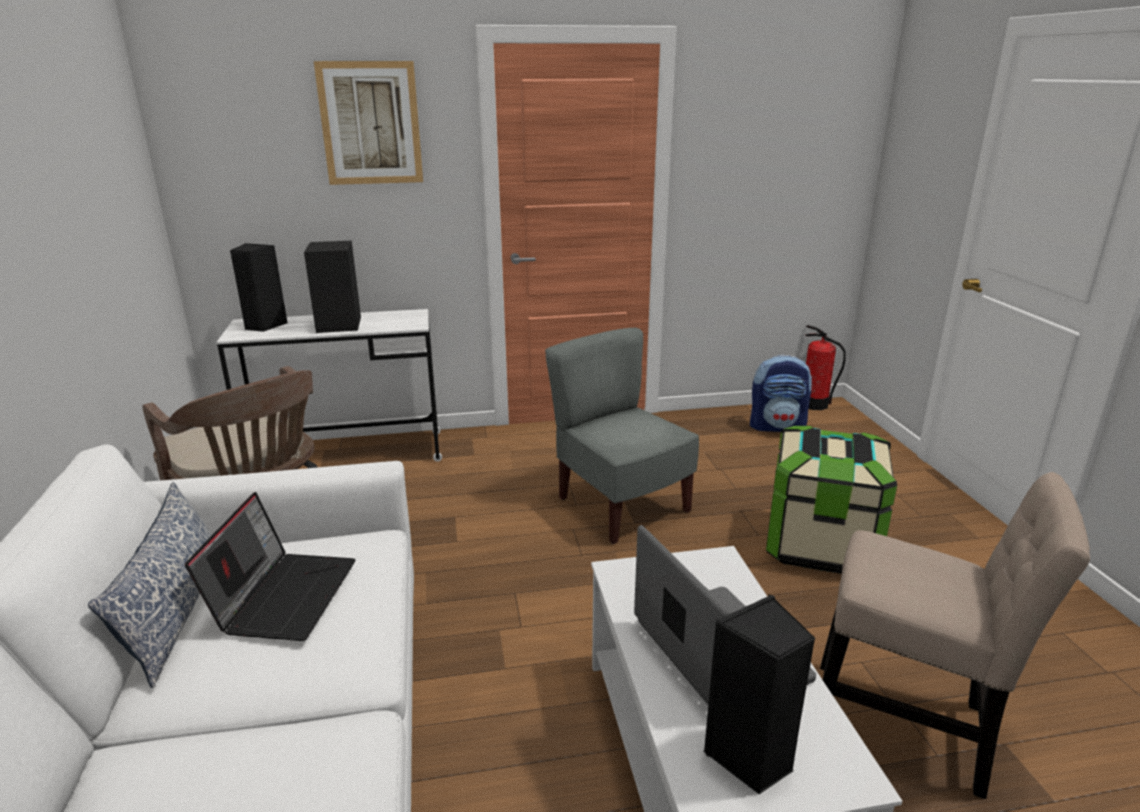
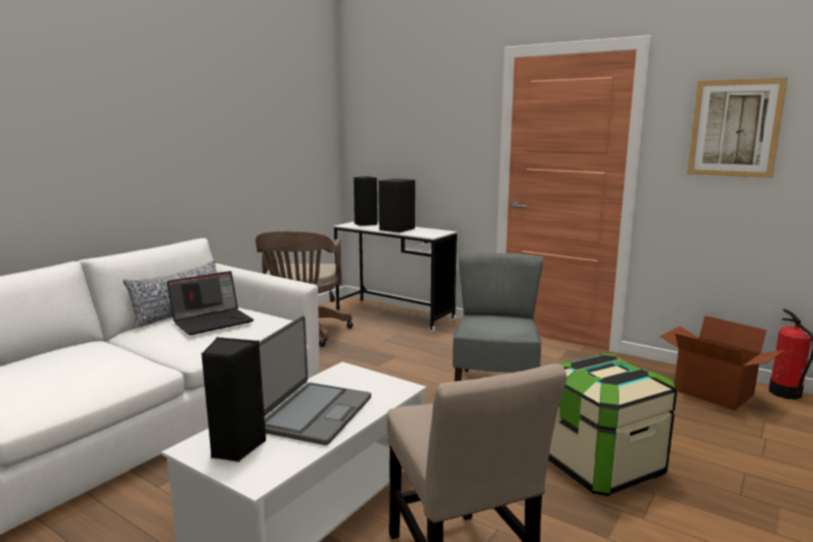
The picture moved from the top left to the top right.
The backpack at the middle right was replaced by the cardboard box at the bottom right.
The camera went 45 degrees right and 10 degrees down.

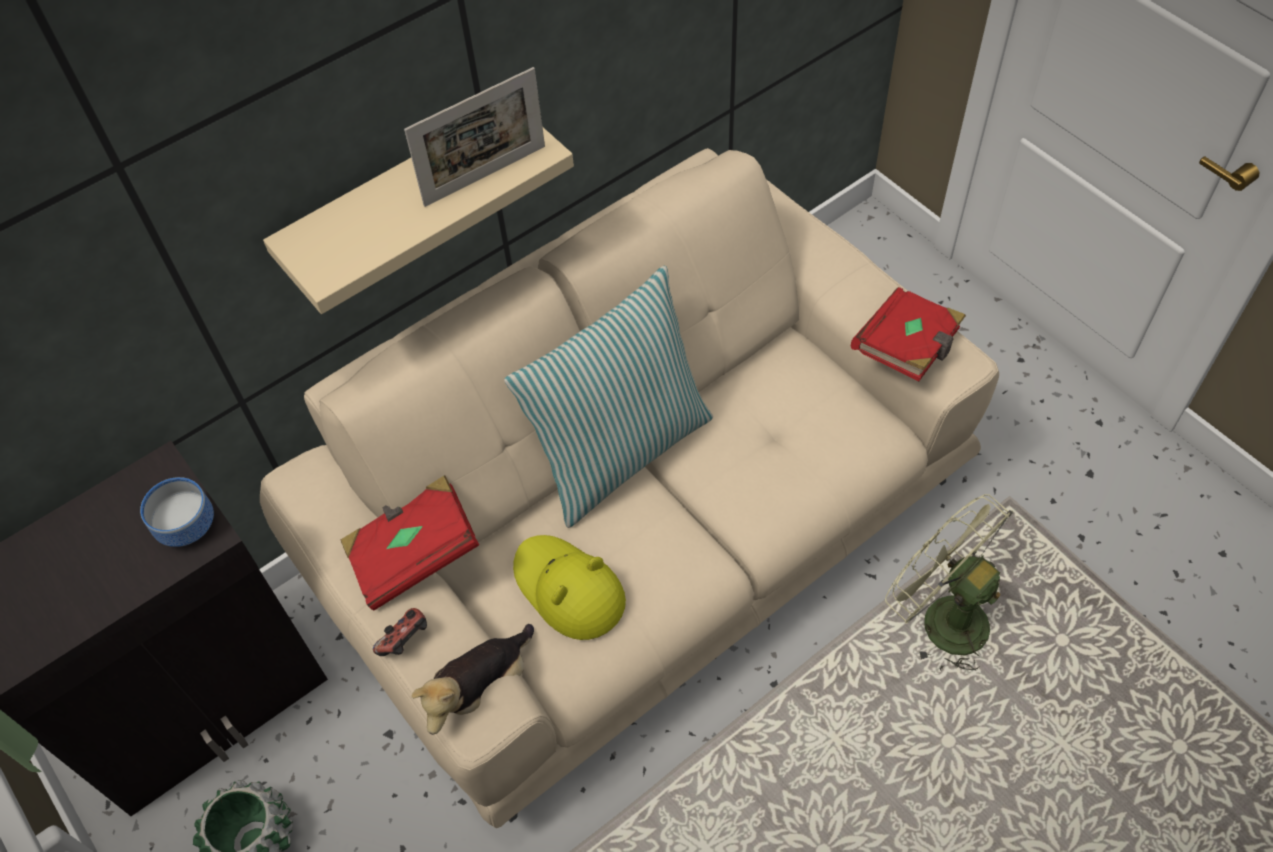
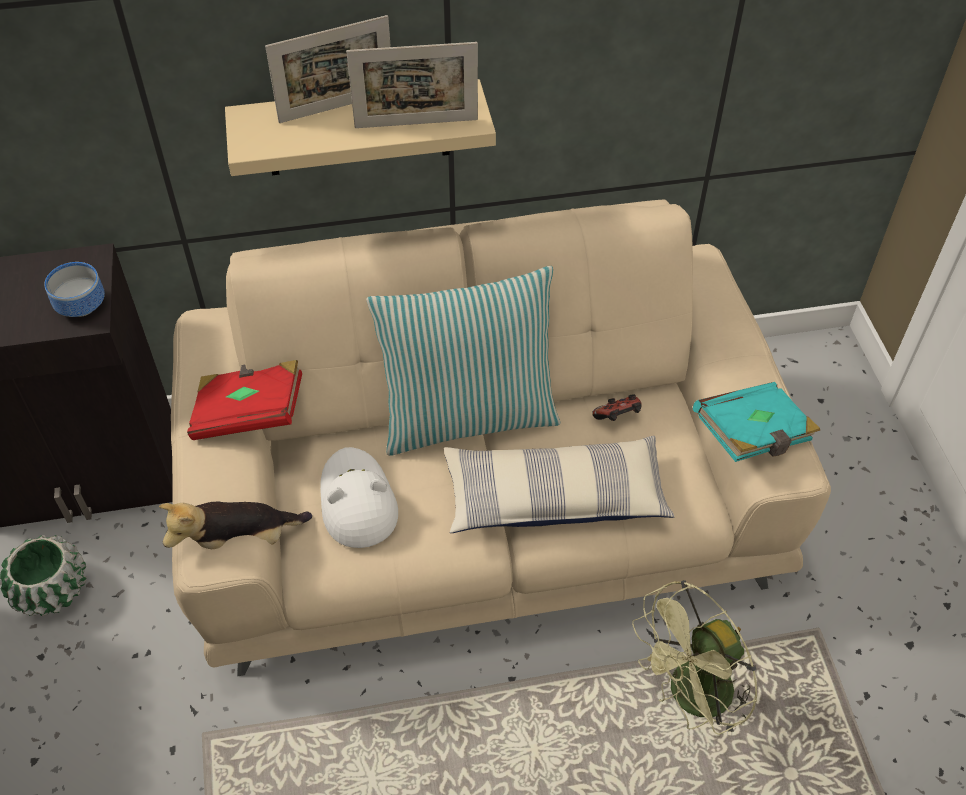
The photo frame (1st from left) at the top centre appeared.
The throw pillow (2nd from left) at the centre appeared.
The game controller moved from the bottom left to the centre.
The clothing hat/yellowish at the bottom centre became the clothing hat/white at the centre.
The bound book/red-coloured (2nd from left) at the middle right became the bound book/turquoise at the middle right.
The electric fan/greenish at the bottom right turned 105 degrees counterclockwise.
The camera went 25 degrees right and 5 degrees down.

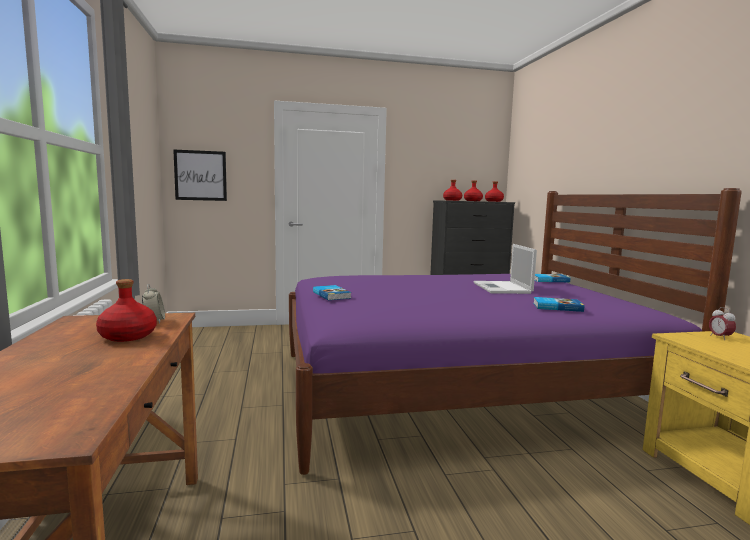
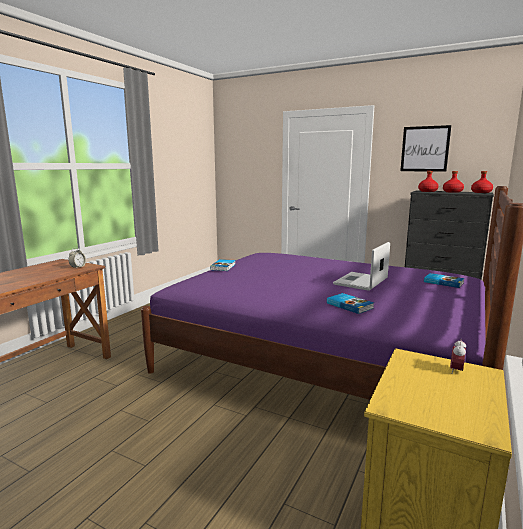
The bottle/red-coloured (1st from left) at the middle left disappeared.
The picture moved from the top left to the top right.
The camera went 40 degrees right and 5 degrees up.

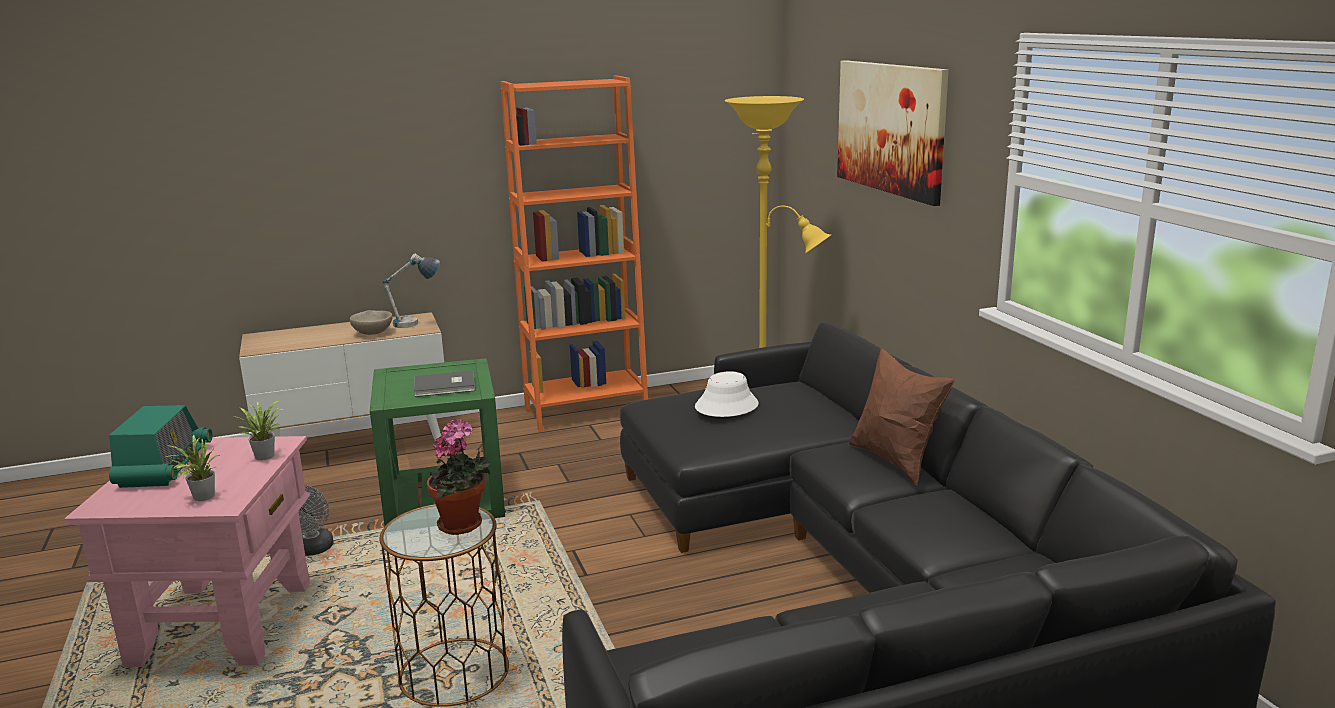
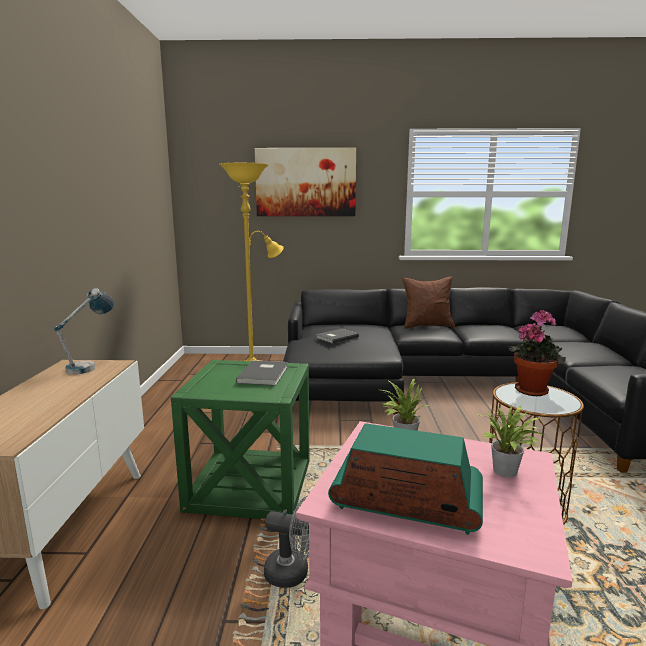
The bowl/beige-coloured at the middle left disappeared.
The bookcase/orange-coloured at the centre disappeared.
The clothing hat/white at the centre was replaced by the bound book/gray (2nd from left) at the centre.
The camera went 70 degrees left and 5 degrees down.

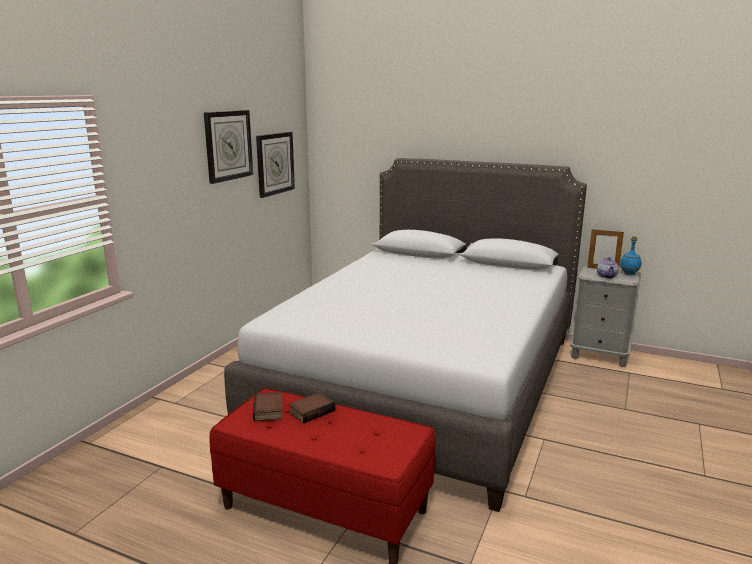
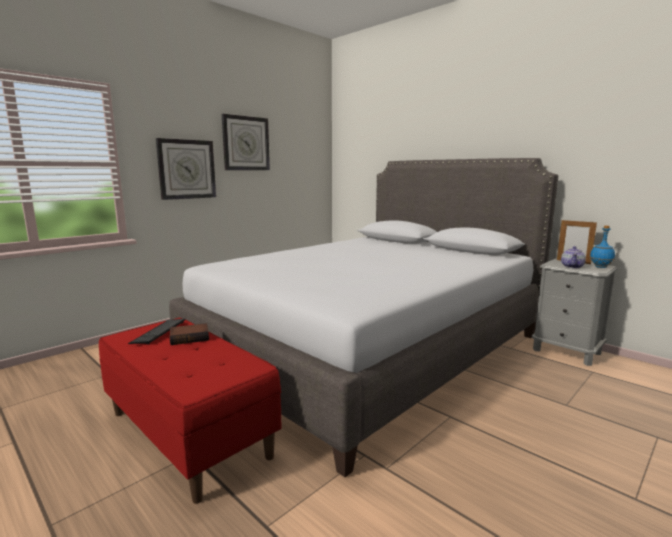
The clock on the wall (2nd from left in the first image) moved from the top centre to the top left.
The bound book (1st from left) at the bottom centre was replaced by the computer keyboard at the middle left.
The camera went 20 degrees right and 5 degrees down.

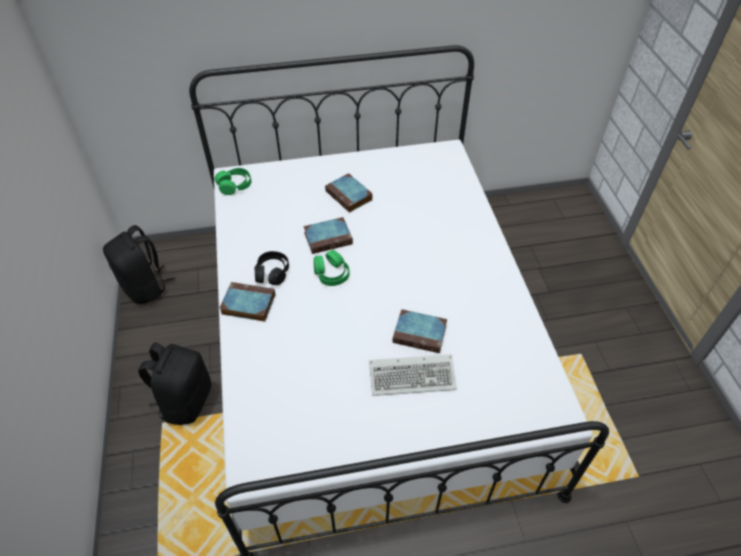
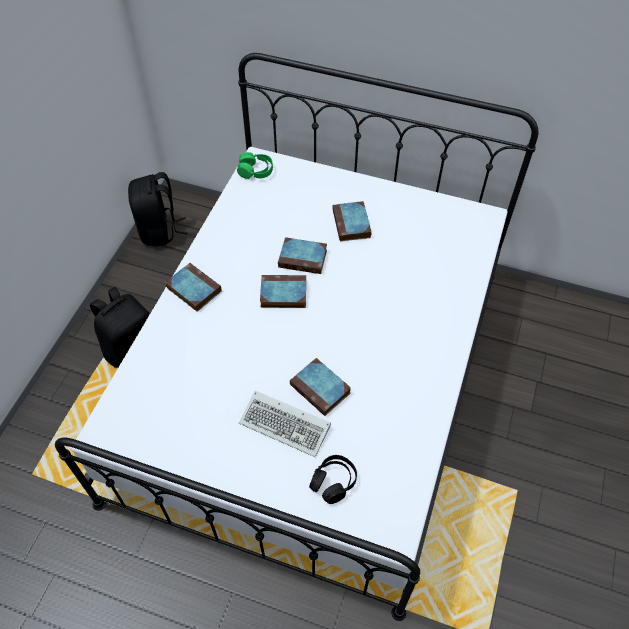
The headset/black-coloured moved from the centre to the bottom centre.
The headset/greenish (2nd from left) at the centre was replaced by the bound book (2nd from left) at the centre.
The camera went 30 degrees right and 5 degrees up.

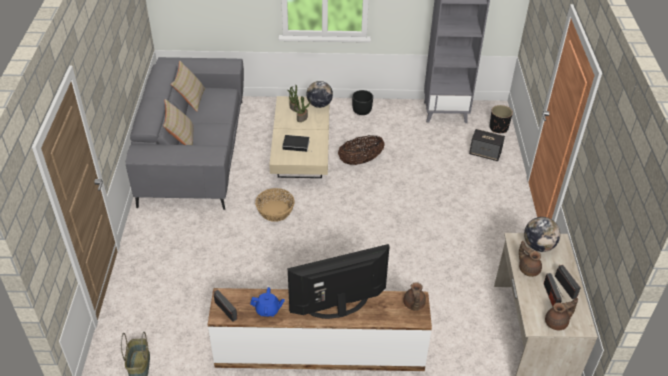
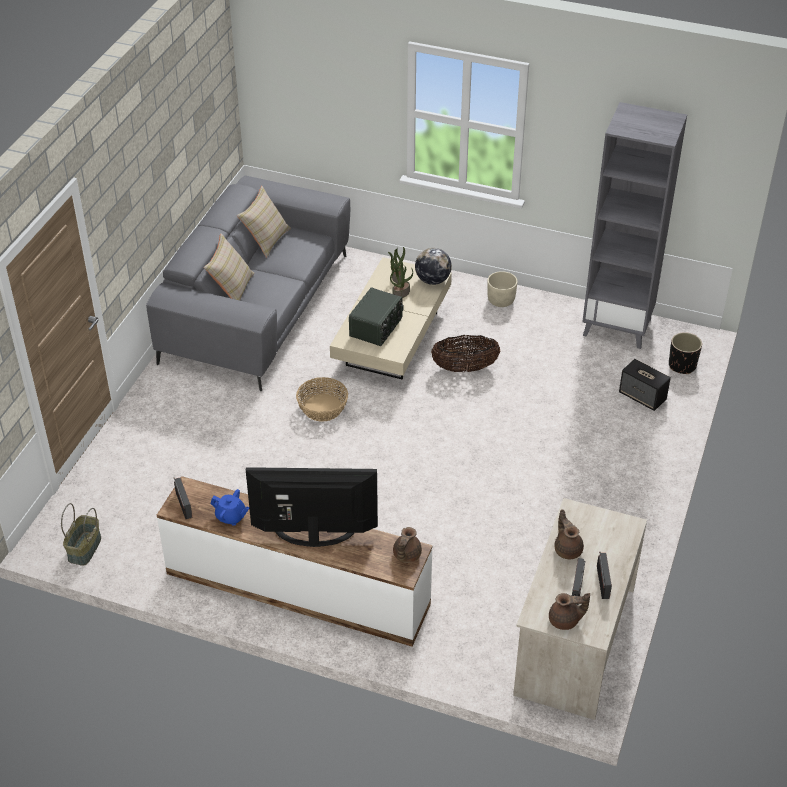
The desk globe (2nd from left) at the middle right disappeared.
The bound book at the centre was replaced by the radio receiver (2nd from left) at the centre.
The planter/black-coloured (1st from left) at the top centre became the planter/beige-coloured at the centre.
The camera went 20 degrees right and 0 degrees up.

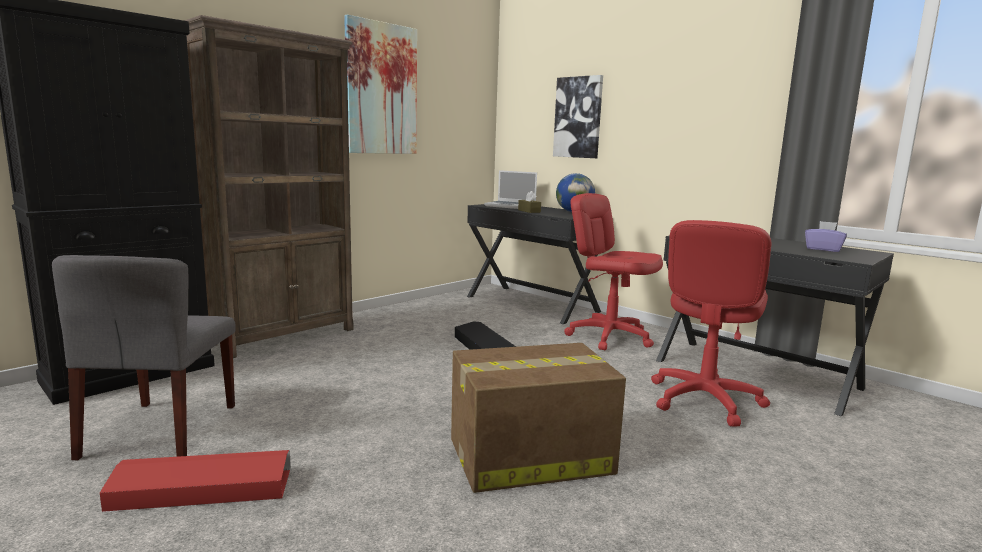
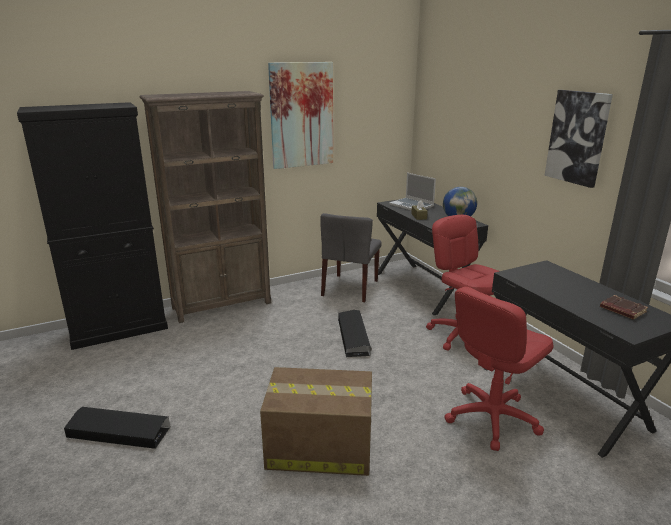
The upright chair/gray moved from the middle left to the centre.
The picture (2nd from left) moved from the top centre to the top right.
The box of tissues/purplish at the middle right was replaced by the bound book/brownish at the middle right.
The storage bin/red-coloured at the bottom left became the storage bin/black-coloured (1st from left) at the bottom left.
The camera went 20 degrees right and 10 degrees up.

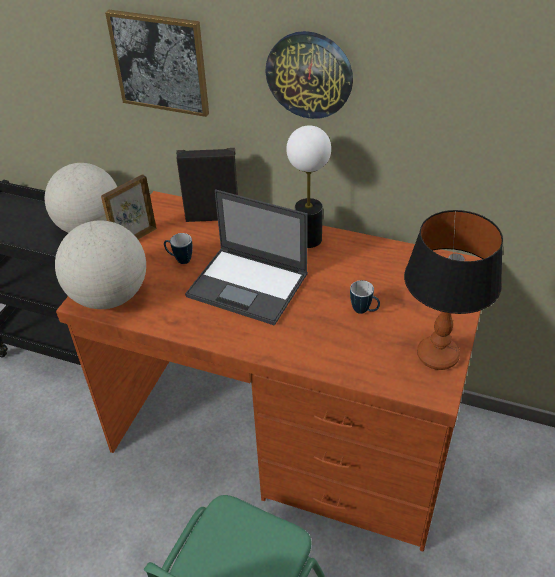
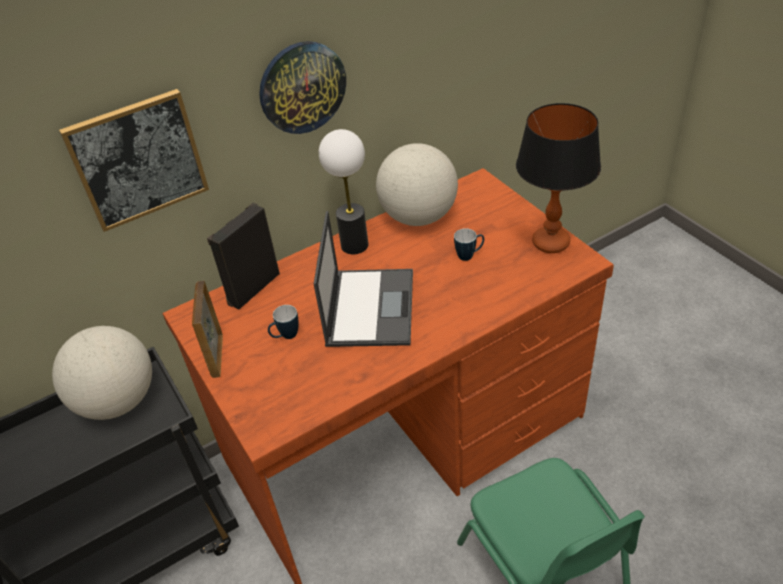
The desk globe (2nd from left) moved from the middle left to the top centre.
The notebook computer at the centre turned 60 degrees counterclockwise.
The camera went 50 degrees left and 0 degrees up.

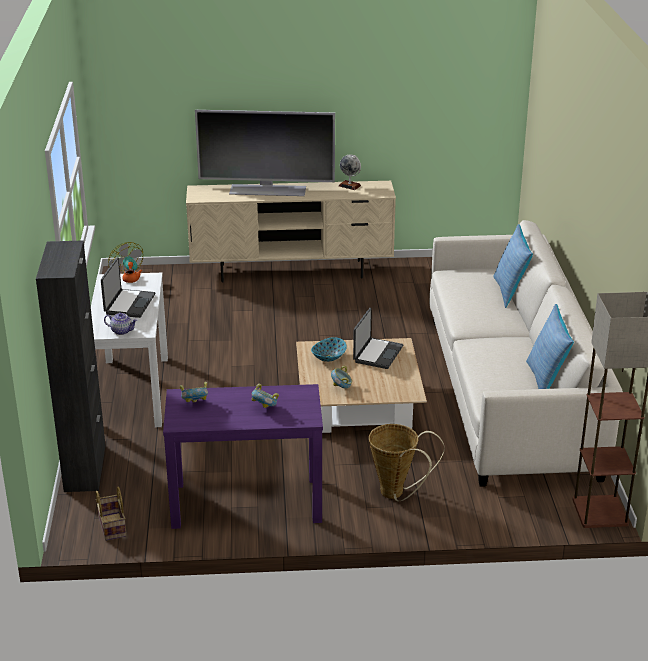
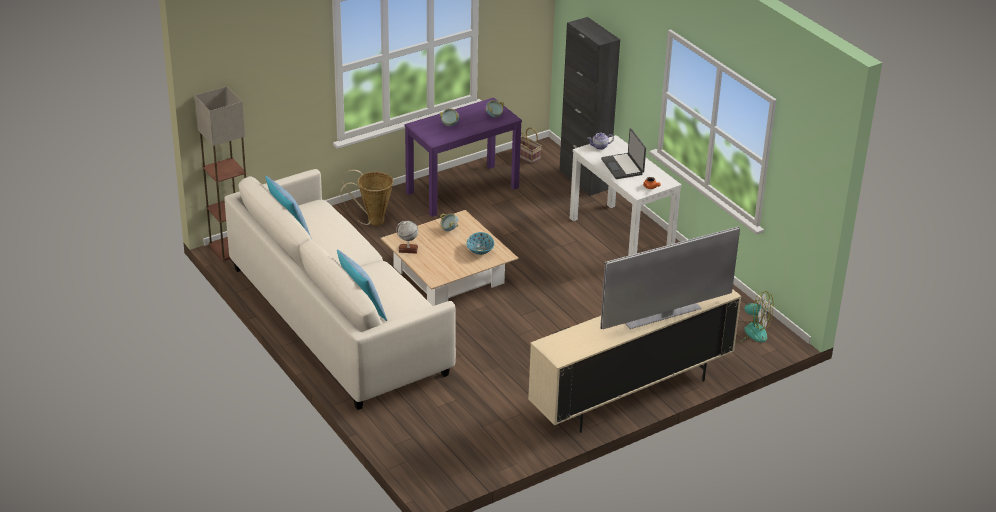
The notebook computer (2nd from left) at the centre disappeared.
The desk globe moved from the top centre to the centre.
The camera went 150 degrees right and 5 degrees up.

